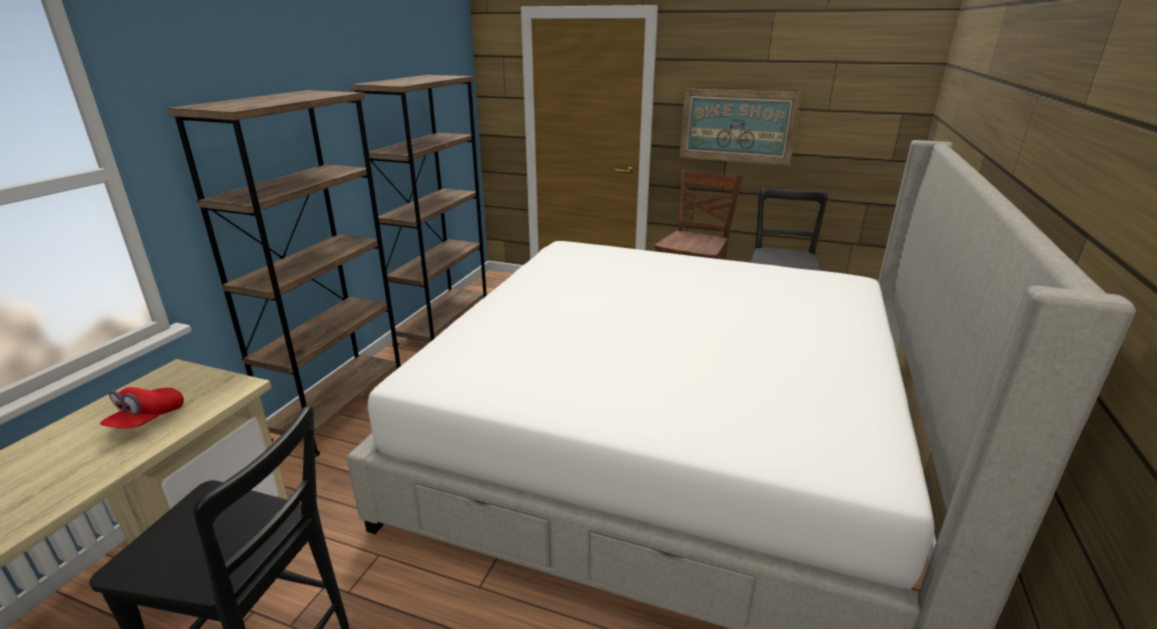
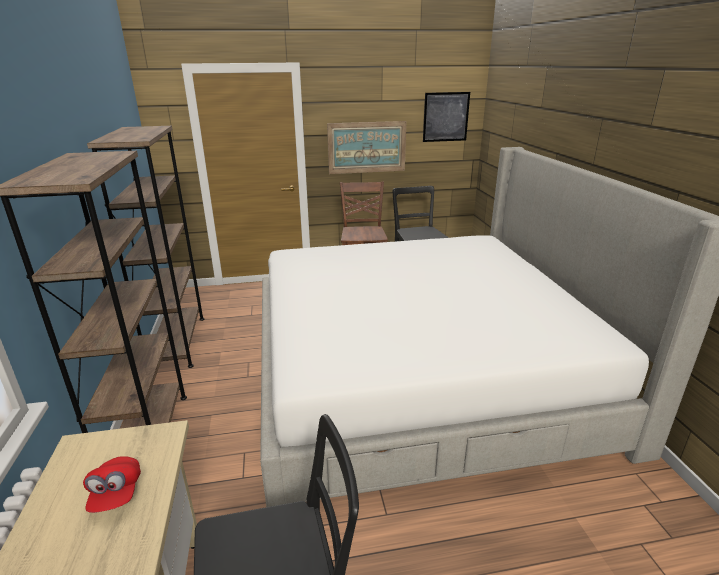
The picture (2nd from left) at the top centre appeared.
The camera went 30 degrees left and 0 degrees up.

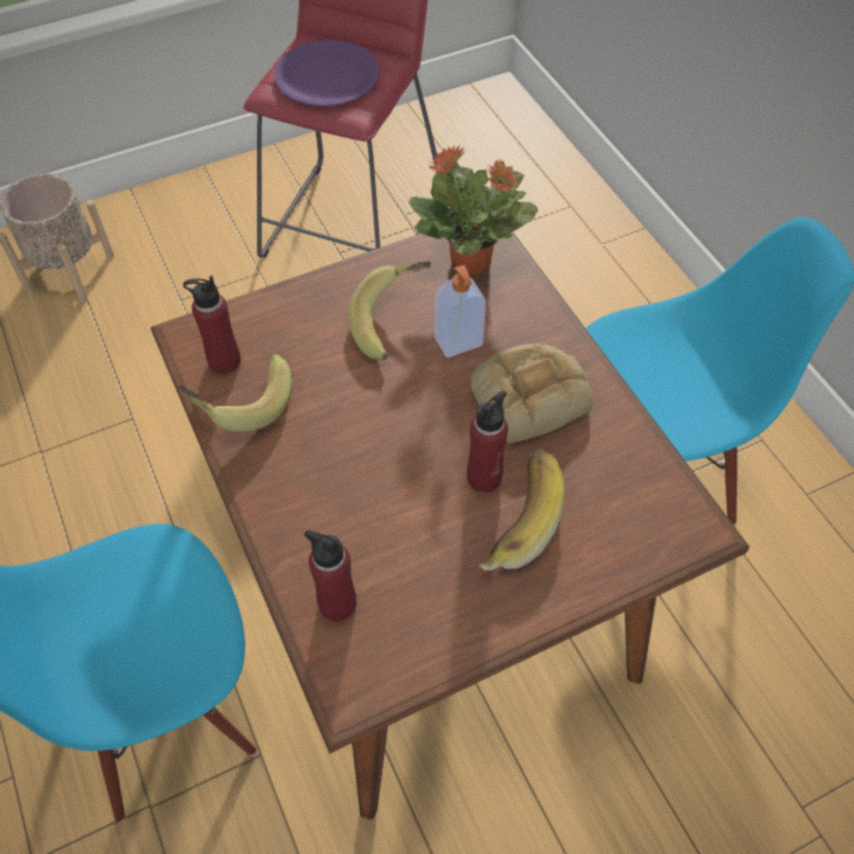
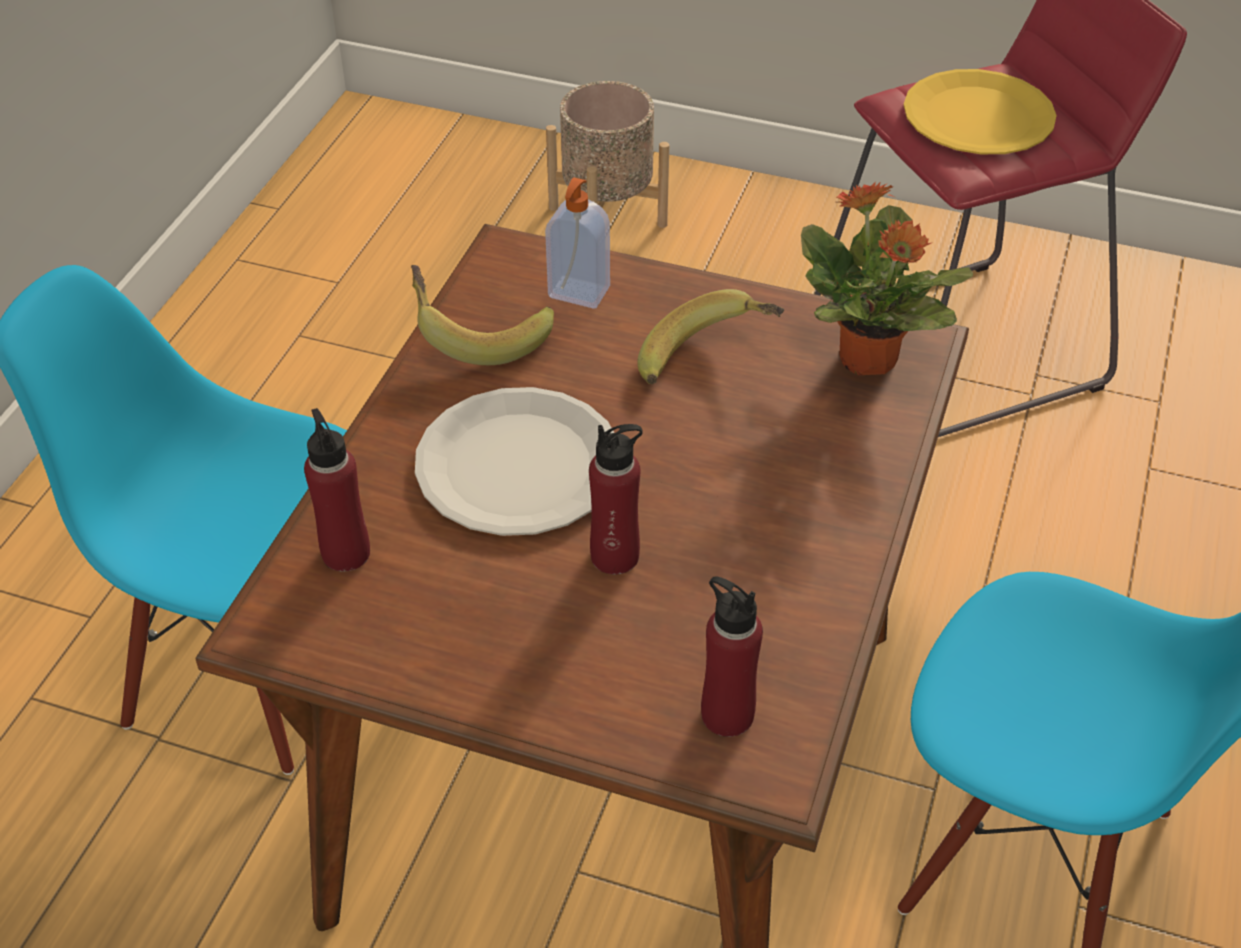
The bread at the centre disappeared.
The whole banana (3rd from left) at the centre disappeared.
The dinner plate/white at the centre appeared.
The bottle/red-coloured (1st from left in the first image) moved from the middle left to the bottom centre.
The soap dispenser moved from the centre to the top centre.
The dinner plate/purplish at the top centre became the dinner plate/yellowish at the top right.
The camera went 45 degrees right and 10 degrees down.

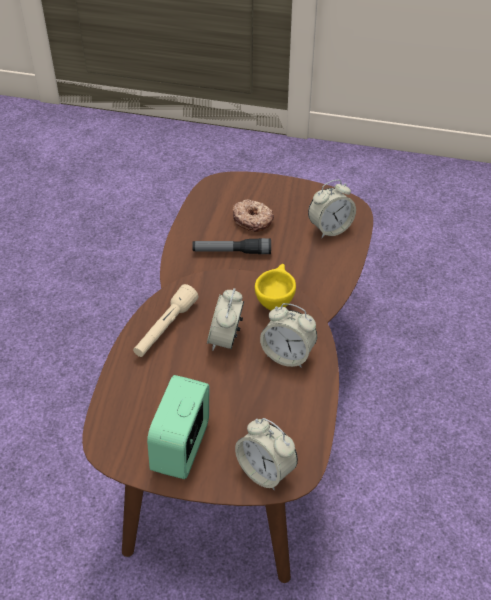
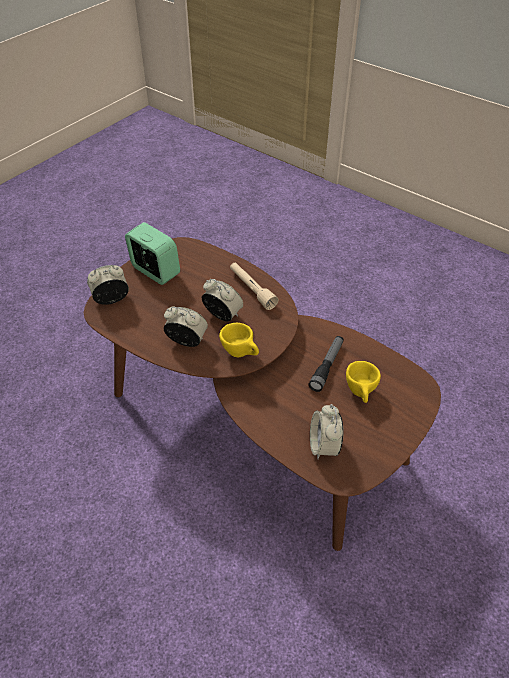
The ring doughnut at the centre was replaced by the cup/yellowish (2nd from left) at the middle right.
The bedside clock (4th from left in the first image) at the centre turned 60 degrees clockwise.
The camera went 115 degrees right and 0 degrees up.

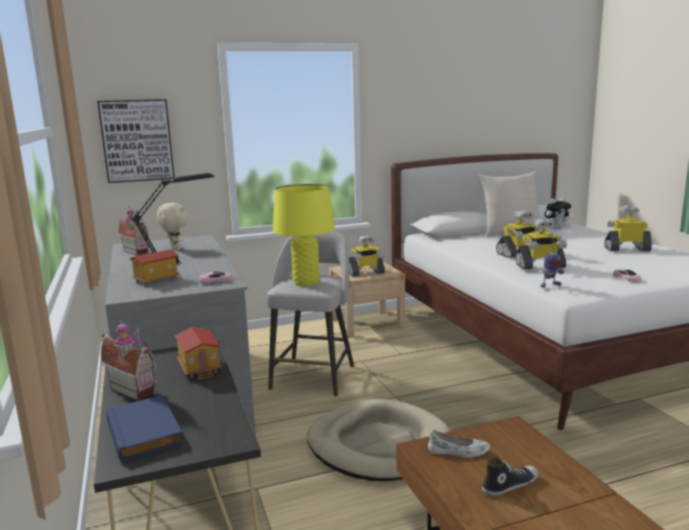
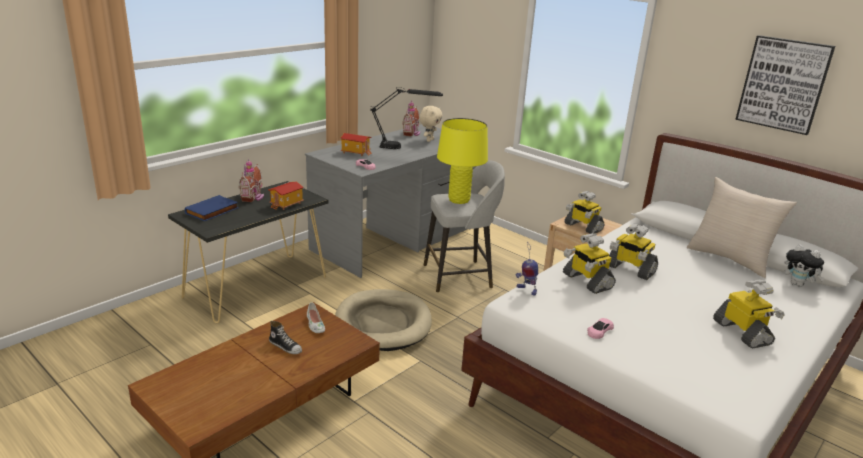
The picture moved from the top left to the top right.
The camera went 60 degrees right and 10 degrees up.

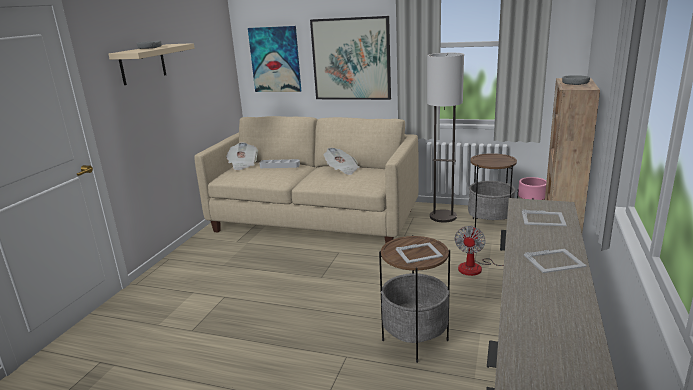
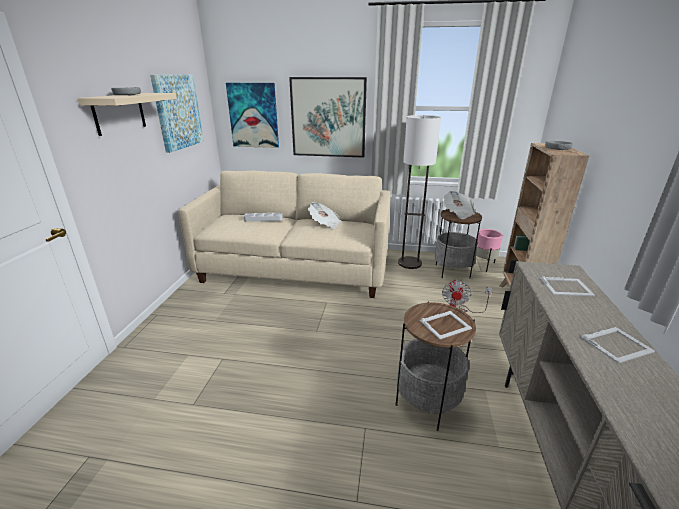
The picture (1st from left) at the top left appeared.
The printed paper (1st from left in the first image) moved from the centre to the middle right.
The camera went 10 degrees left and 5 degrees up.

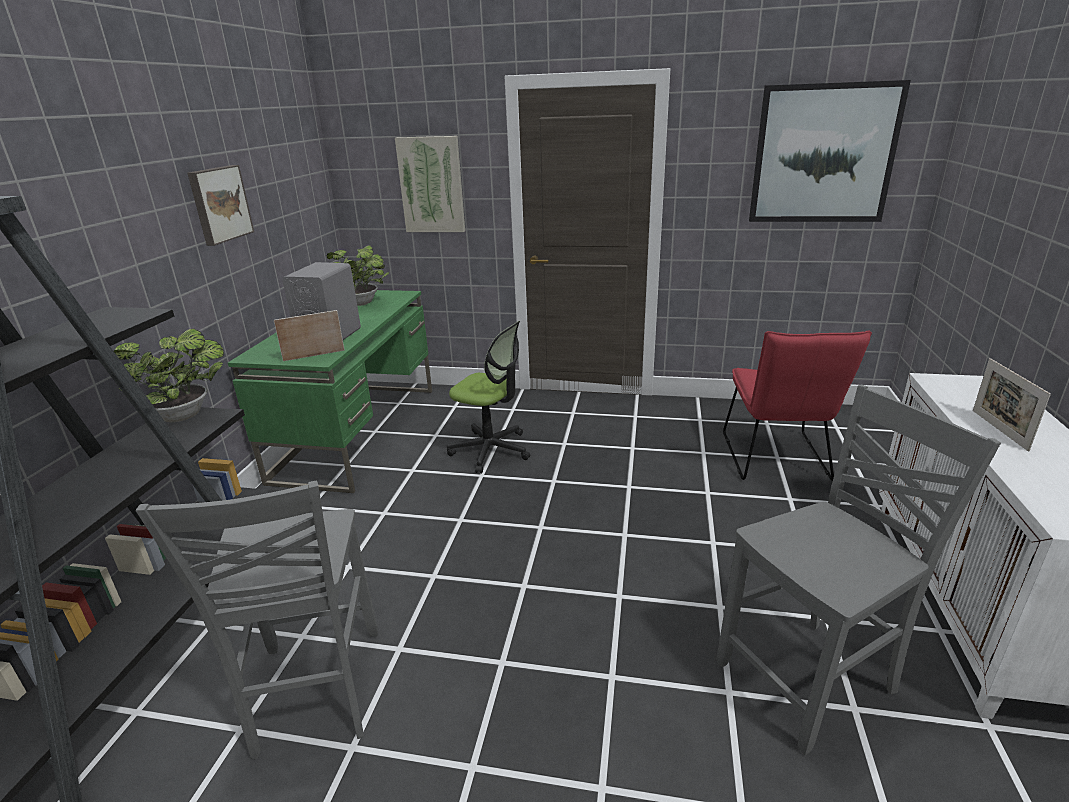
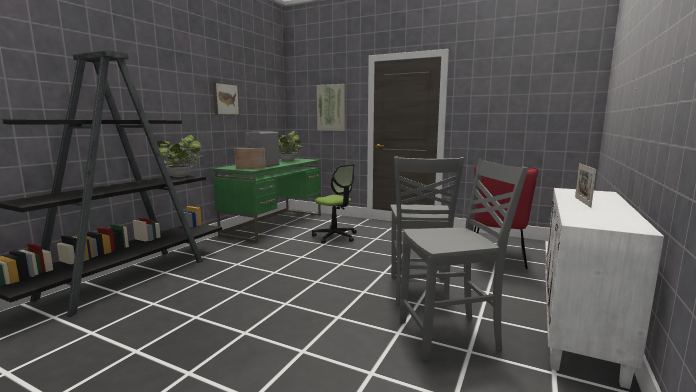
The picture (3rd from left) at the top right disappeared.
The upright chair/gray (1st from left) moved from the bottom left to the centre.
The camera went 15 degrees right and 15 degrees down.

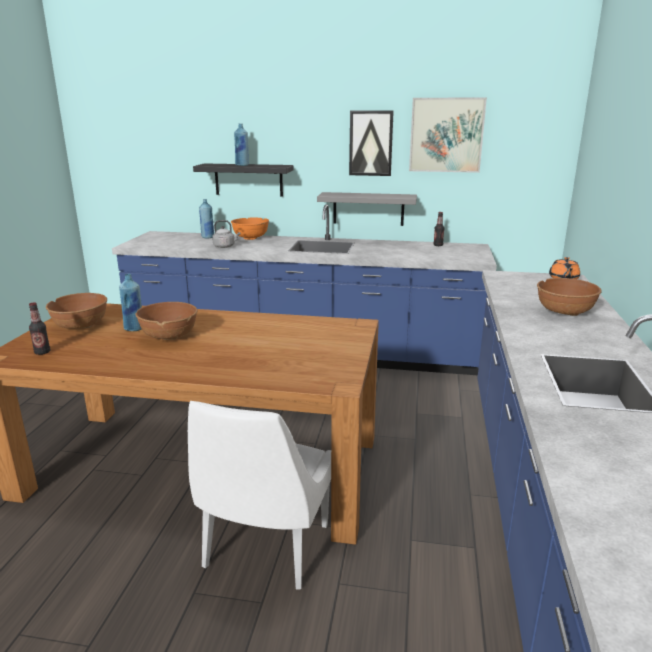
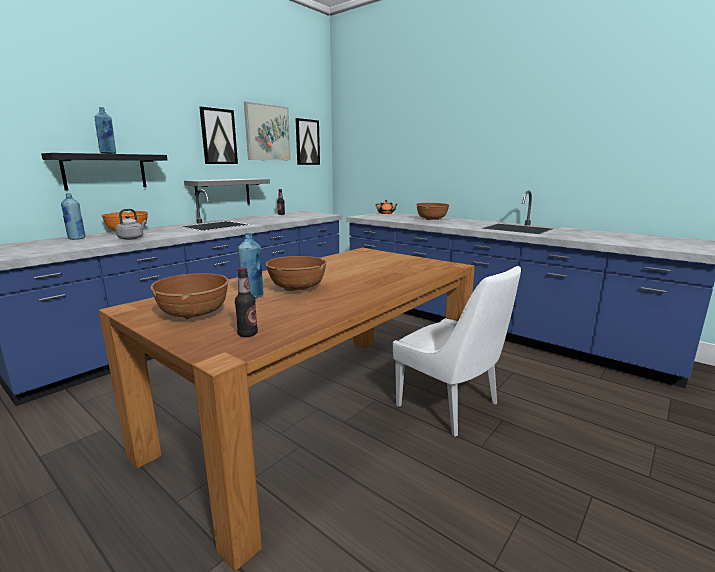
The picture (3rd from left) at the top centre appeared.
The camera went 60 degrees left and 5 degrees down.

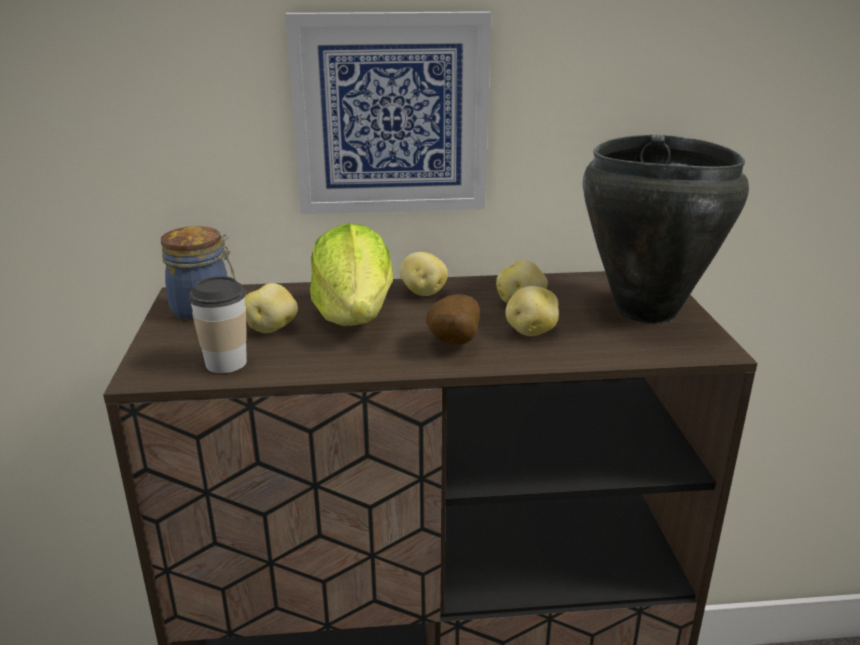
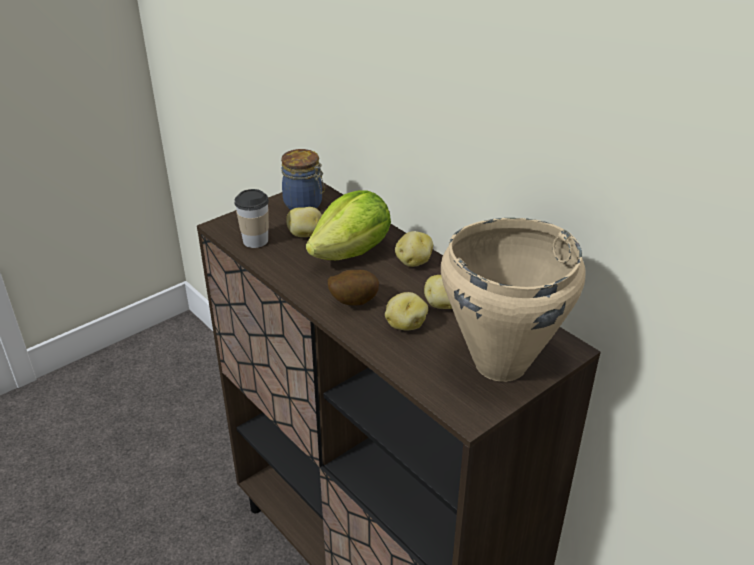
The picture at the top centre disappeared.
The stockpot/black-coloured at the middle right became the stockpot/beige-coloured at the middle right.
The camera went 55 degrees right and 10 degrees up.

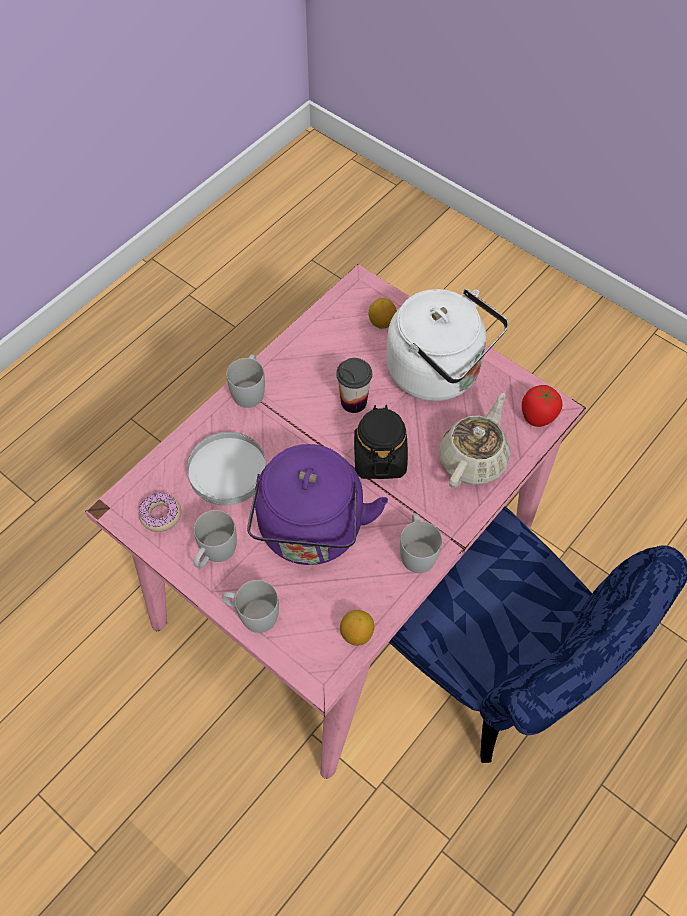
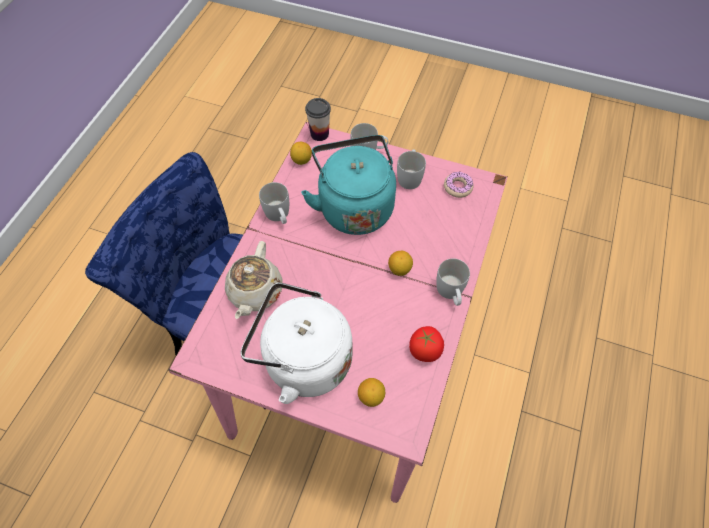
The dinner plate/white at the middle left disappeared.
The preserve jar/black-coloured at the centre disappeared.
The whole lemon (3rd from left) at the centre appeared.
The cup moved from the centre to the top centre.
The tomato moved from the middle right to the centre.
The water kettle/purplish at the centre became the water kettle/turquoise at the centre.
The camera went 160 degrees right and 0 degrees up.

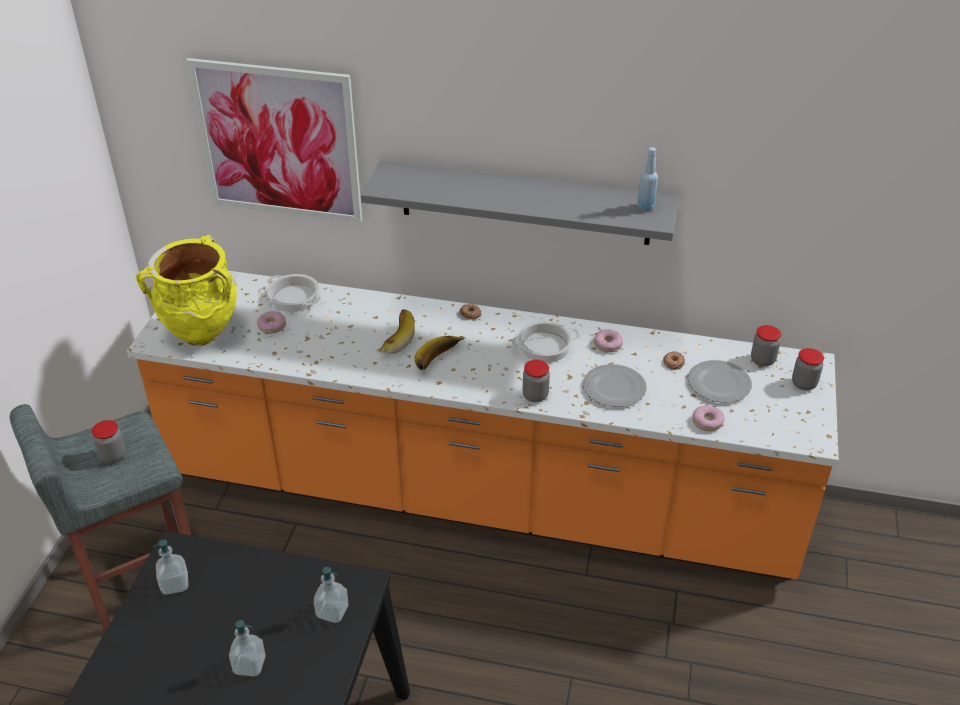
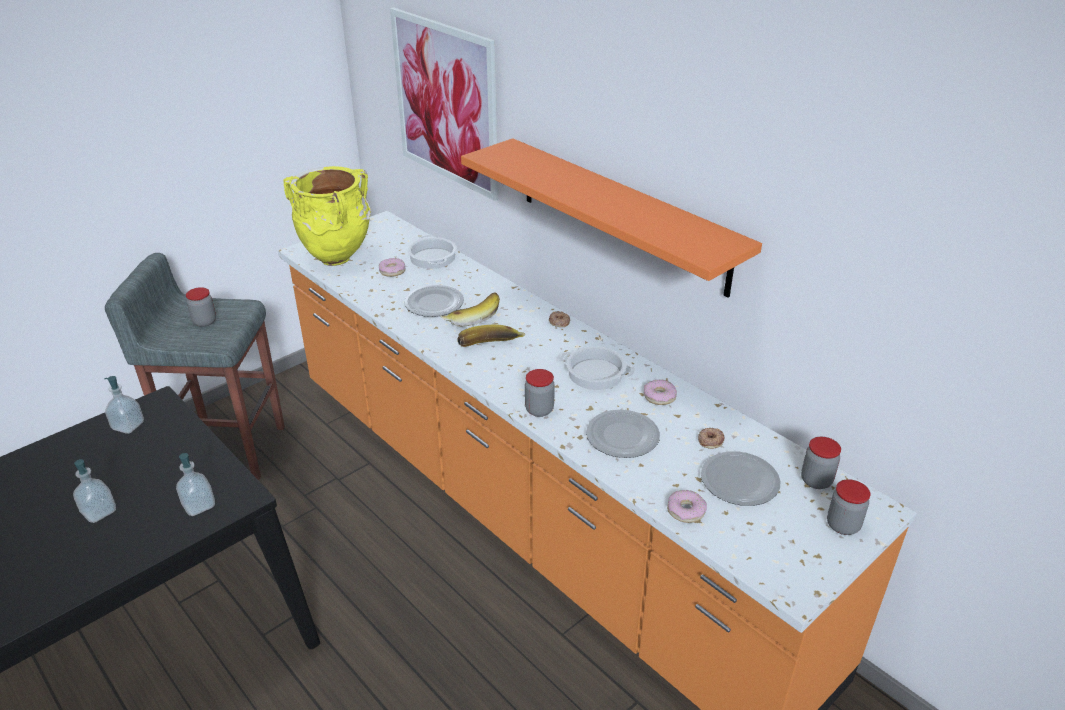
The bottle/blue at the top right disappeared.
The dinner plate (1st from left) at the centre appeared.
The bracket shelf/gray at the top centre became the bracket shelf/orange-coloured at the top centre.
The camera went 35 degrees right and 5 degrees down.

